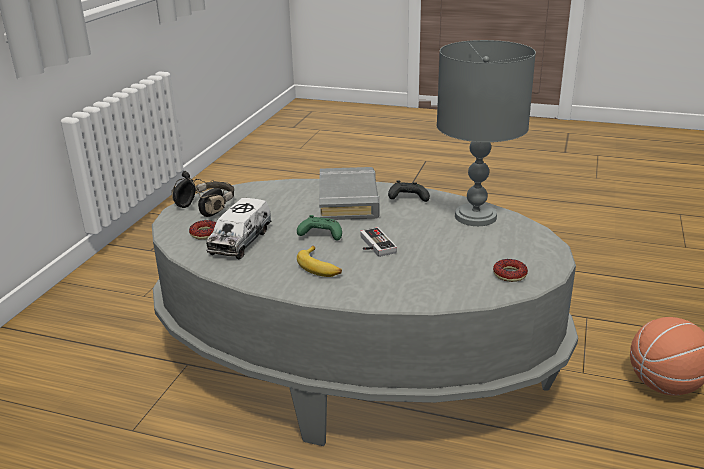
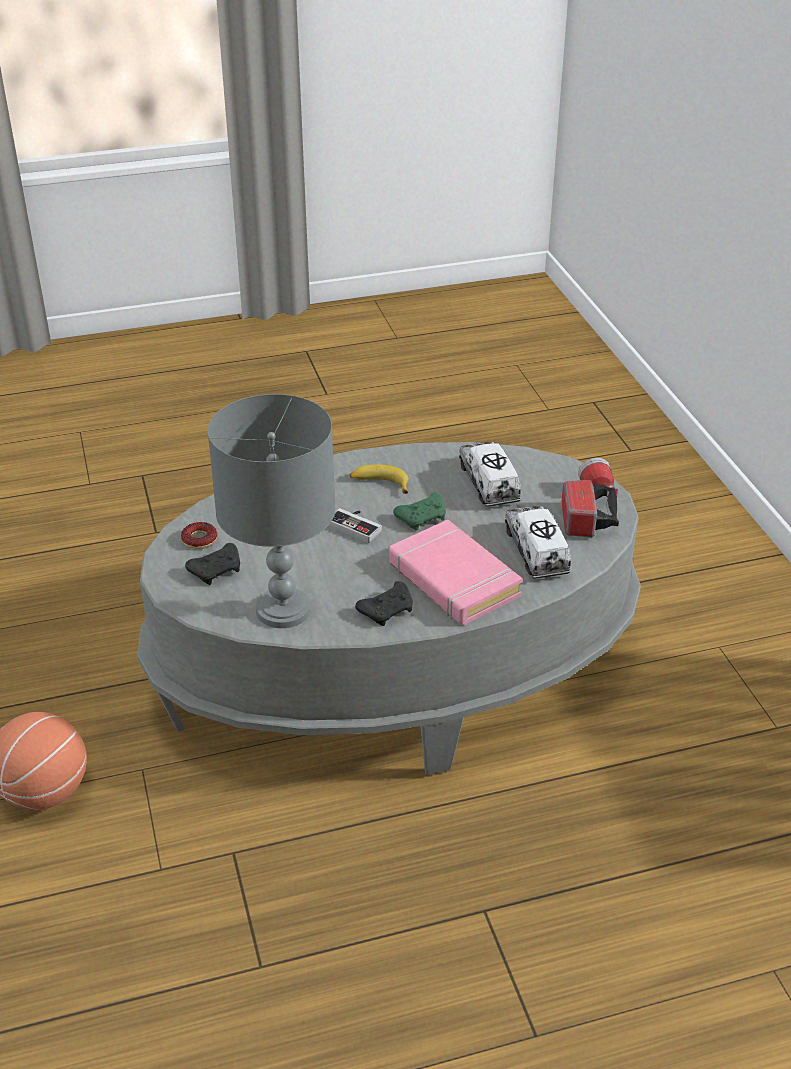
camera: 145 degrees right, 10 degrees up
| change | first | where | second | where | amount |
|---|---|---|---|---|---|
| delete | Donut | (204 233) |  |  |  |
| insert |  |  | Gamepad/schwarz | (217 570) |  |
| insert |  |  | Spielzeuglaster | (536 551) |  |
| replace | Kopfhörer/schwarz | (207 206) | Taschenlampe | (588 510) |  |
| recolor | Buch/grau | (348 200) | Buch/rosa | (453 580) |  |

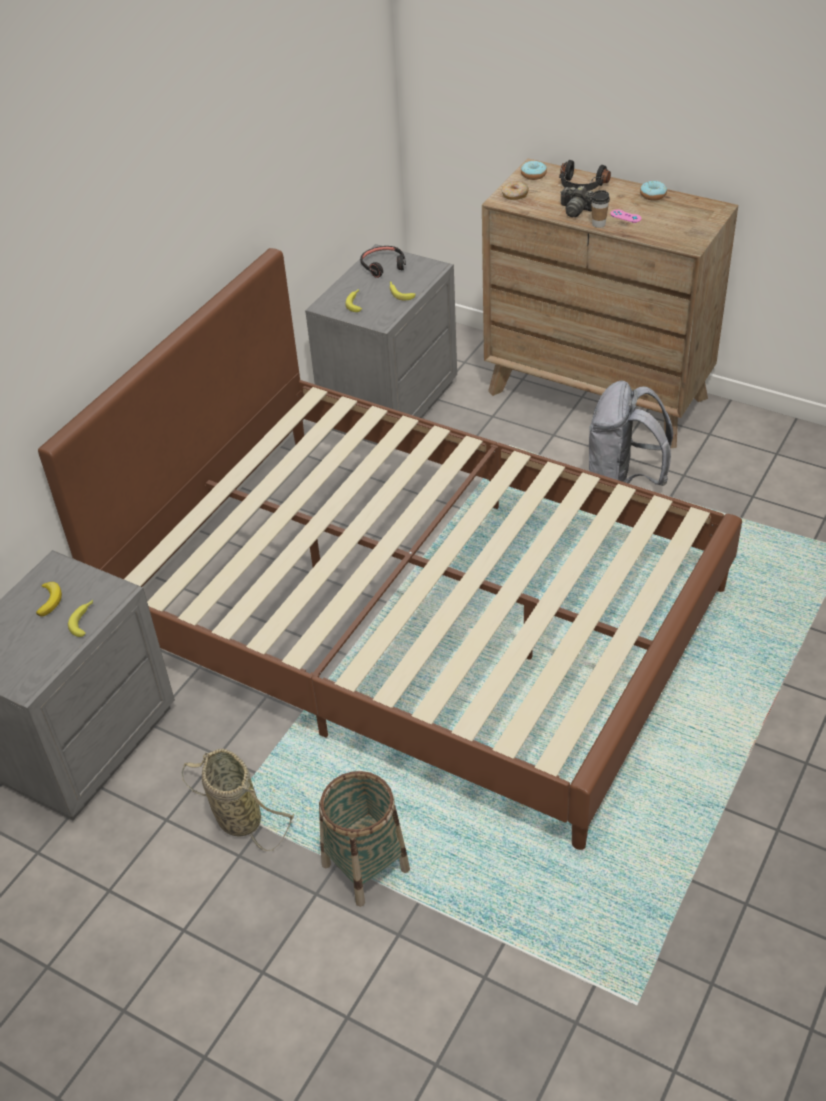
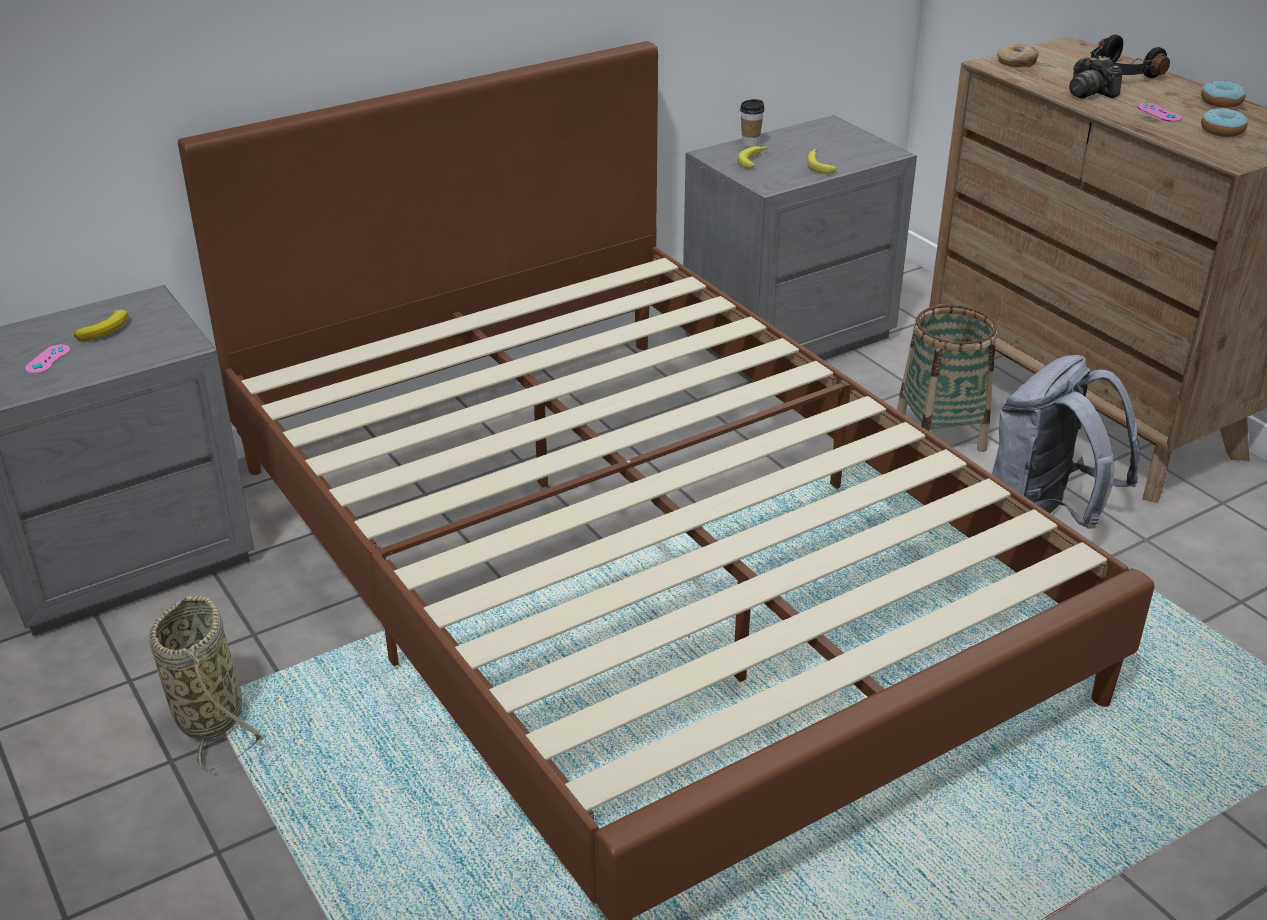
camera: 25 degrees right, 10 degrees down
| change | first | where | second | where | amount |
|---|---|---|---|---|---|
| delete | Banane | (84 620) |  |  |  |
| delete | Kopfhörer/schwarz | (383 266) |  |  |  |
| insert |  |  | Gamepad/rosa | (48 359) |  |
| move | Korb | (365 867) |  | (940 435) |  |
| move | Donut | (533 175) |  | (1222 131) |  |
| move | Tasse | (598 224) |  | (750 144) |  |

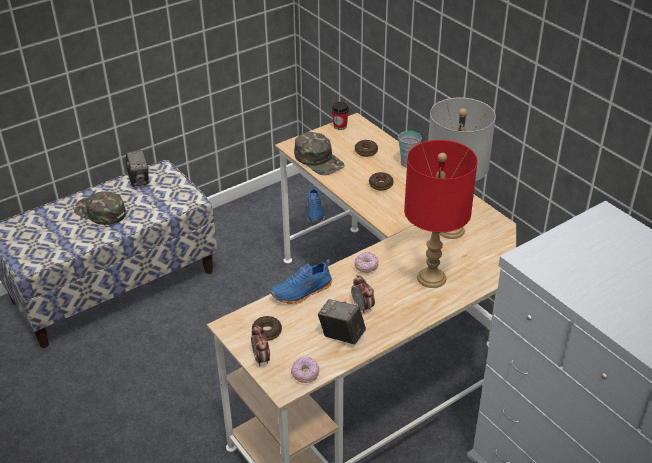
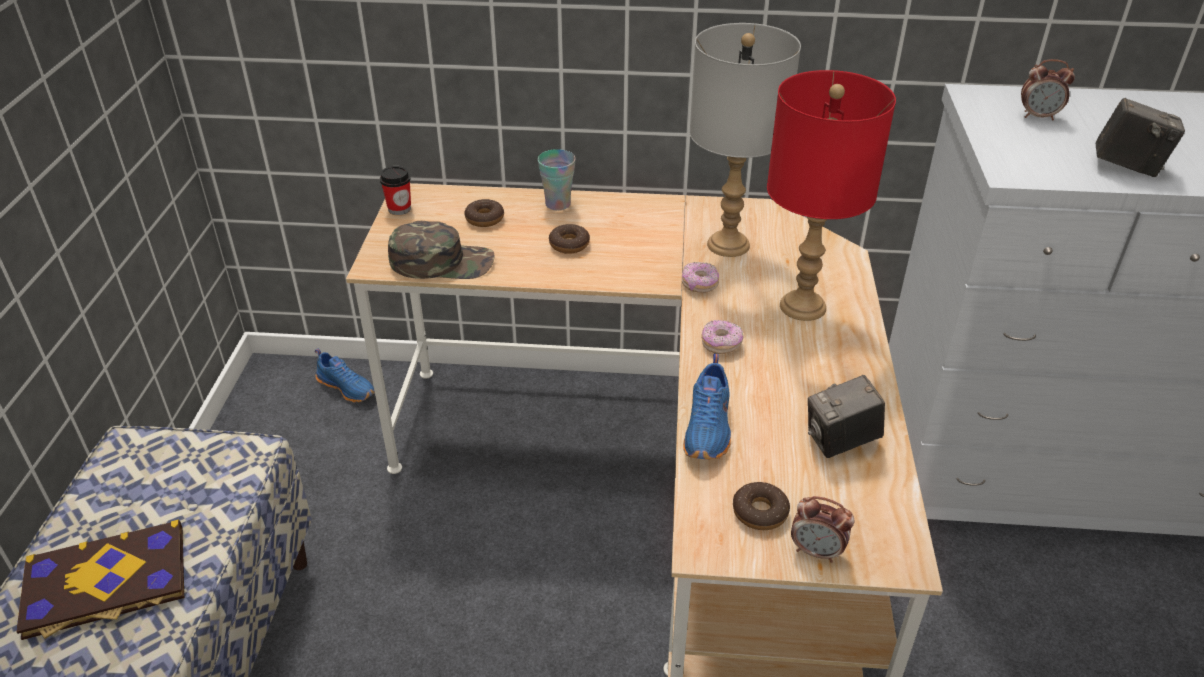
camera: 50 degrees left, 0 degrees up
| change | first | where | second | where | amount |
|---|---|---|---|---|---|
| move | Kamera | (139 180) |  | (1127 166) |  |
| move | Donut | (305 374) |  | (699 285) |  |
| move | Wecker | (362 307) |  | (1038 116) |  |
| replace | Kappe/grün | (100 212) | Buch | (106 583) |  |

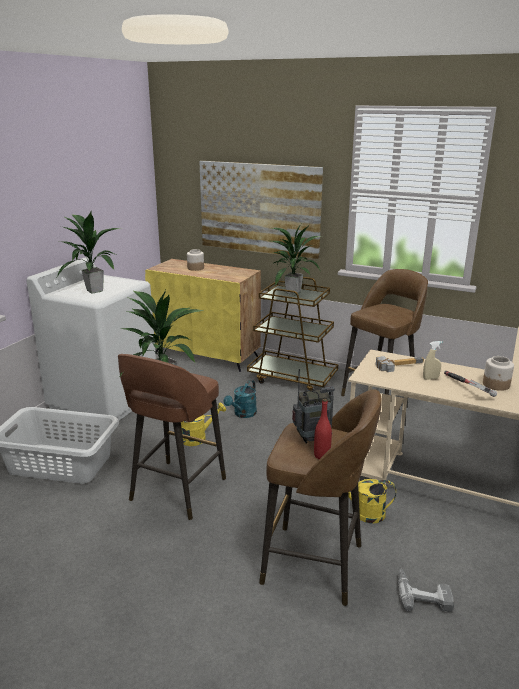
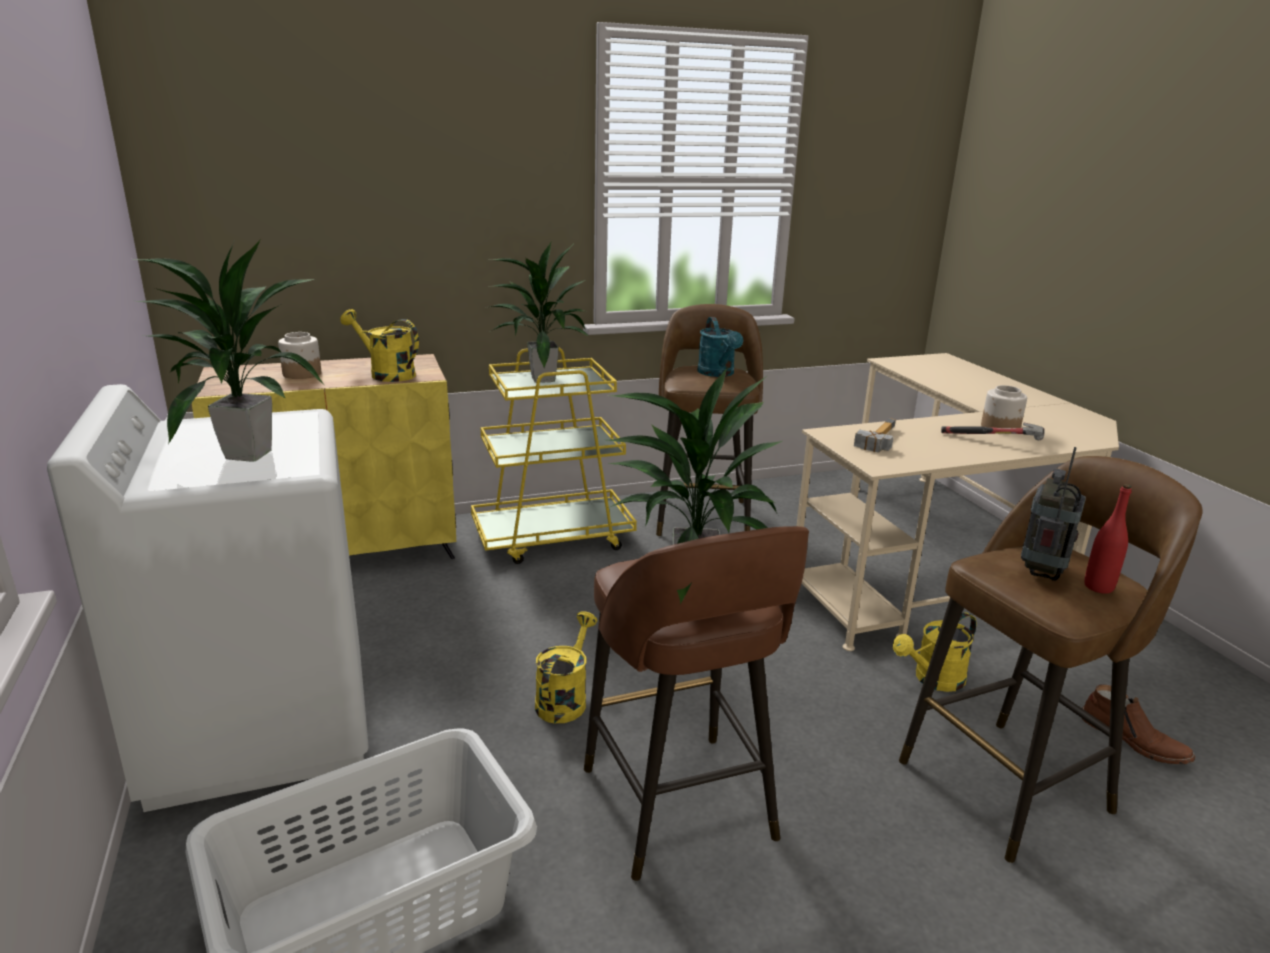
camera: 45 degrees left, 0 degrees up
| change | first | where | second | where | amount |
|---|---|---|---|---|---|
| delete | Bild | (259 208) |  |  |  |
| delete | Sprühflasche/beige | (430 378) |  |  |  |
| insert |  |  | Gießkanne/gelb | (386 374) |  |
| move | Gießkanne/türkis | (243 414) |  | (718 373) |  |
| replace | Bohrmaschine | (422 594) | Stiefel/braun | (1134 740) |  |
| recolor | Rollwagen/braun | (292 378) | Rollwagen/gelb | (553 537) |  |

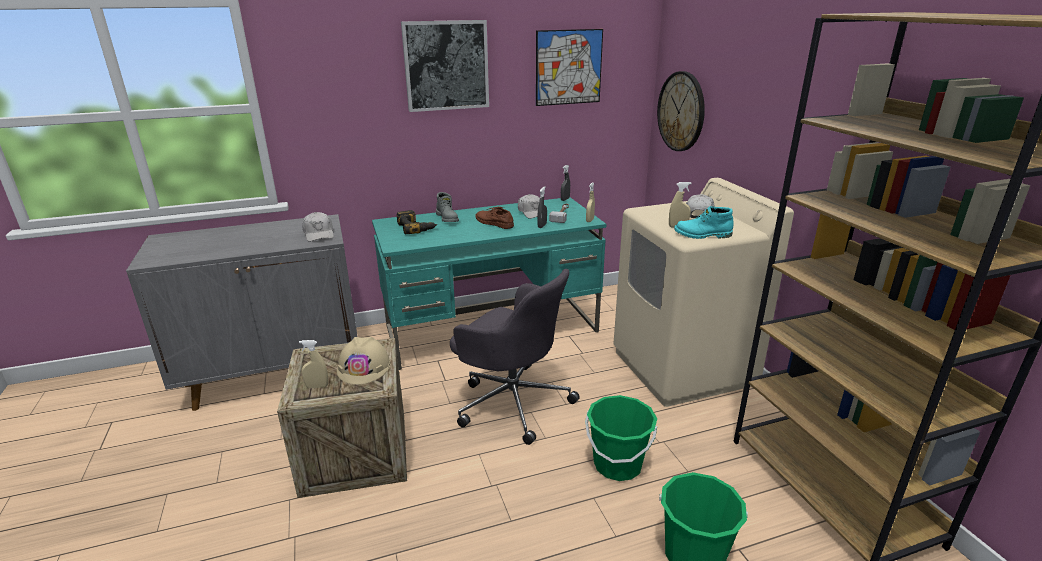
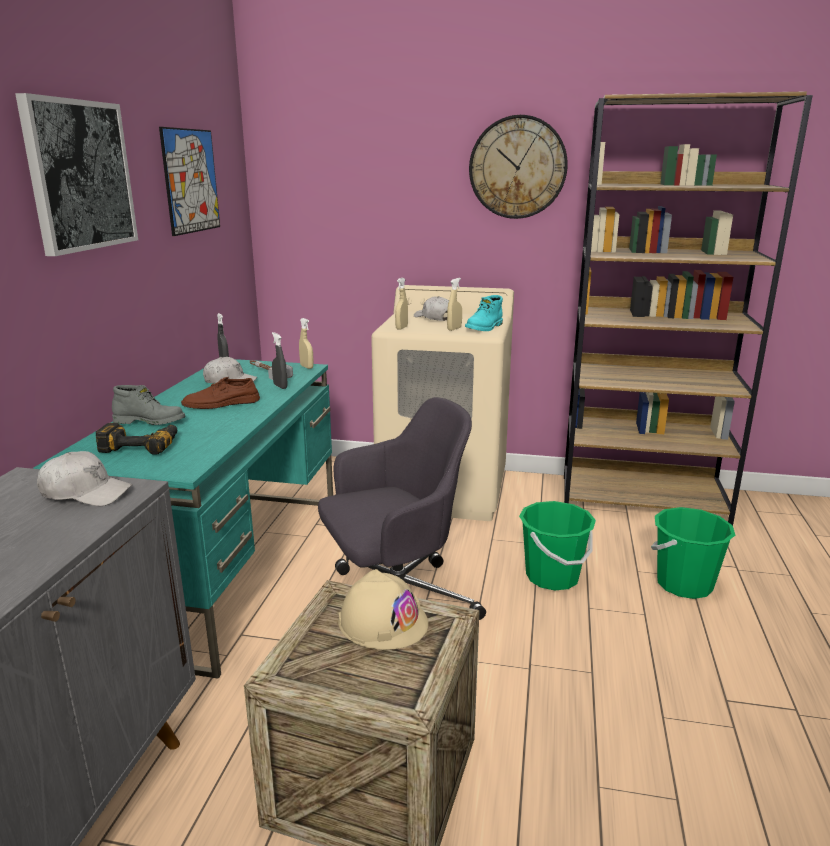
camera: 60 degrees left, 5 degrees down
| change | first | where | second | where | amount |
|---|---|---|---|---|---|
| move | Sprühflasche/beige | (317 386) |  | (401 328) |  |
| move | Wanduhr | (681 111) |  | (517 167) |  |

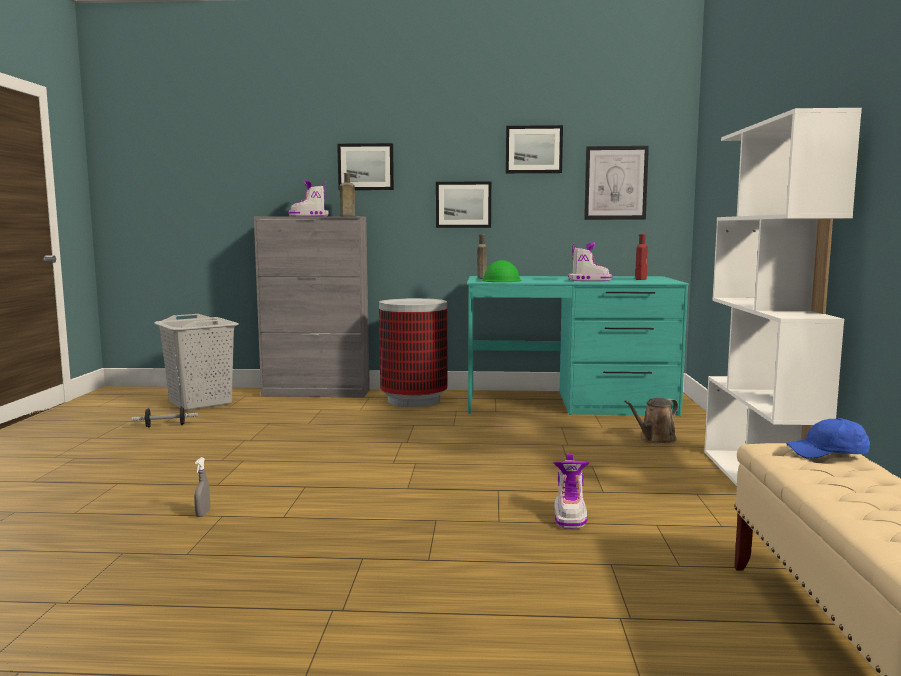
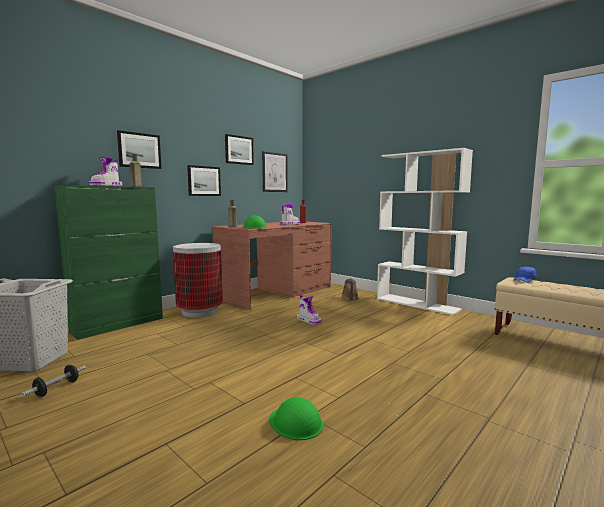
camera: 50 degrees left, 0 degrees up
| change | first | where | second | where | amount |
|---|---|---|---|---|---|
| move | Stiefel | (570 516) |  | (309 320) |  |
| replace | Sprühflasche/grau | (203 514) | Schutzhelm/grün | (296 422) |  |
| recolor | Schrank/grau | (317 393) | Schrank/grün | (119 325) |  |
| recolor | Schreibtisch/türkis | (569 403) | Schreibtisch/braun | (276 292) |  |

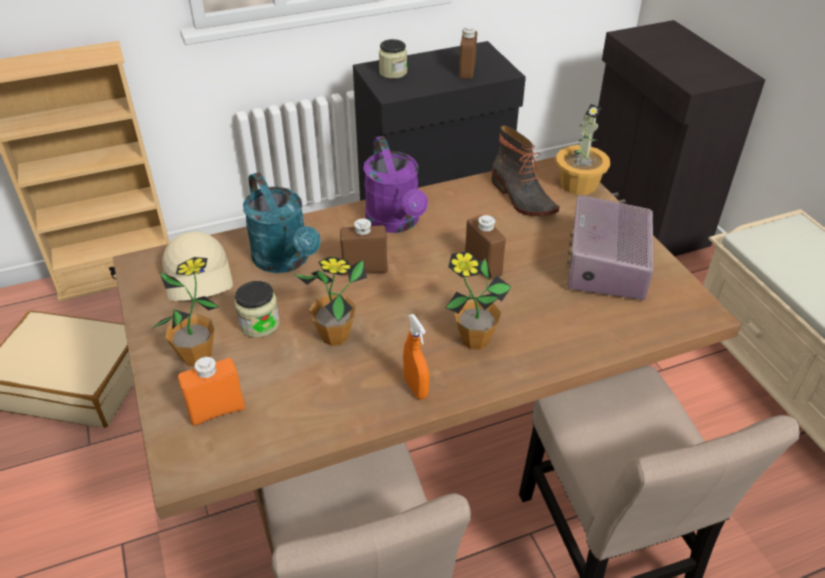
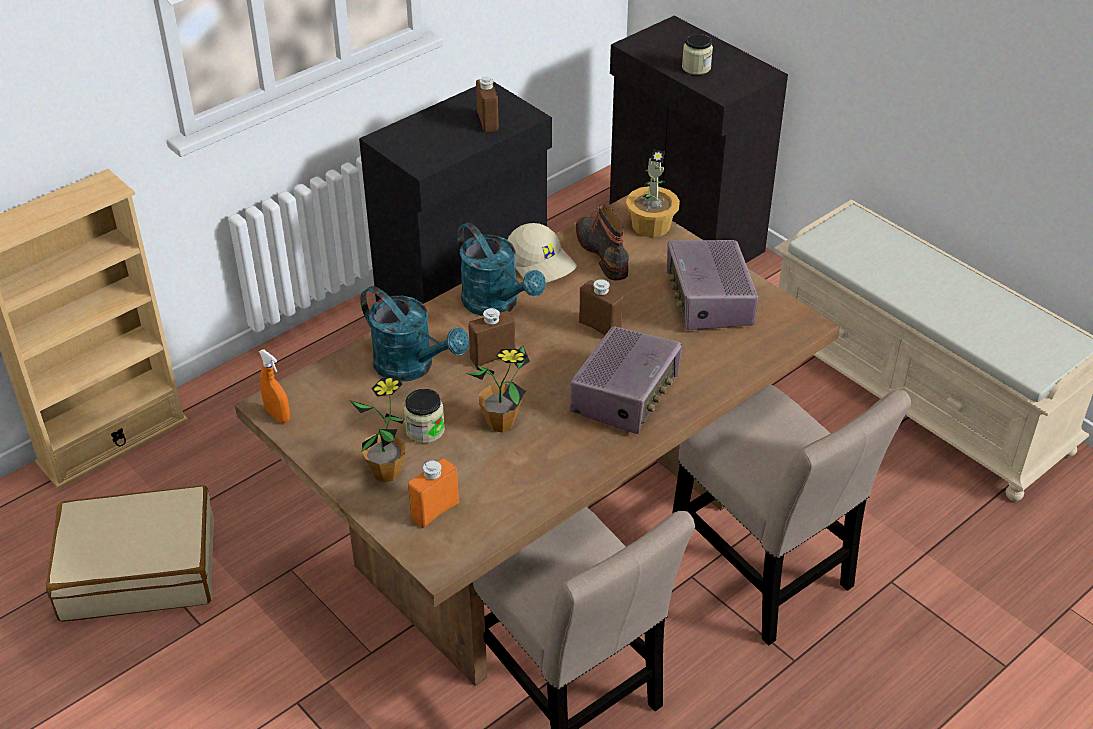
camera: 20 degrees left, 0 degrees up
| change | first | where | second | where | amount |
|---|---|---|---|---|---|
| move | Kappe/beige | (199 277) |  | (541 263) |  |
| move | Vorratsglas | (393 72) |  | (696 67) |  |
| move | Sprühflasche/orange | (416 388) |  | (277 415) |  |
| replace | Topfpflanze | (475 340) | Radio | (625 395) |  |
| recolor | Gießkanne/lila | (396 222) | Gießkanne/türkis | (497 304) |  |
| rotate | Stiefel | (521 198) |  | (604 252) | 150 degrees counterclockwise |

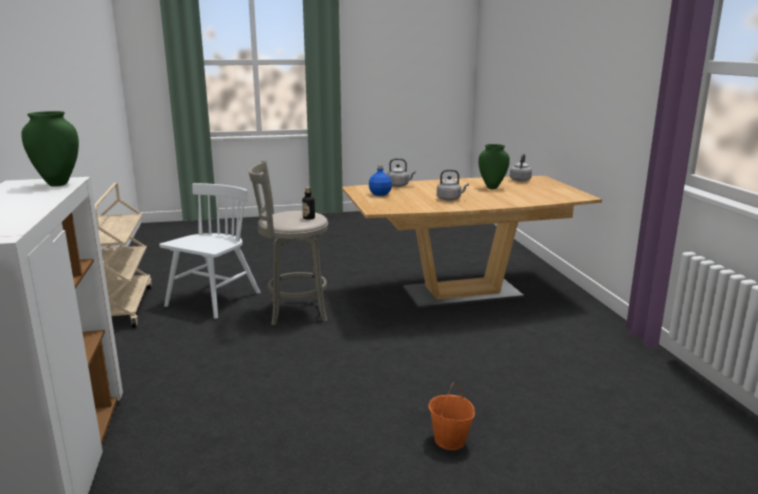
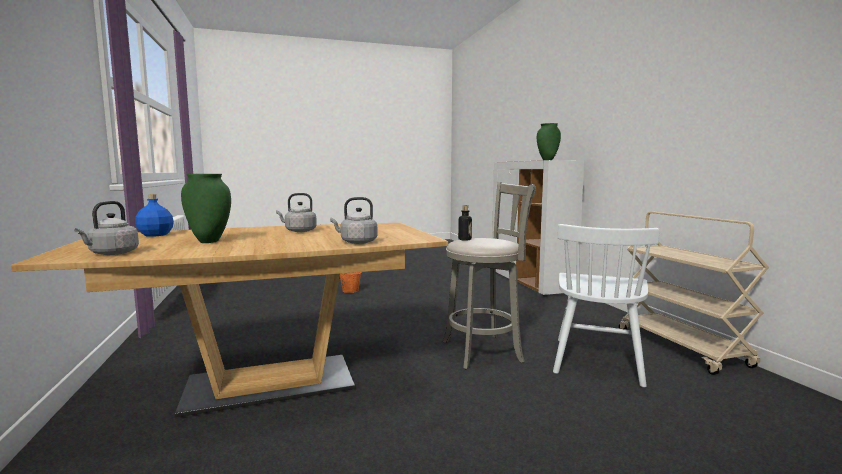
camera: 175 degrees right, 10 degrees down
| change | first | where | second | where | amount |
|---|---|---|---|---|---|
| move | Flasche/blau | (379 194) |  | (156 235) |  |

